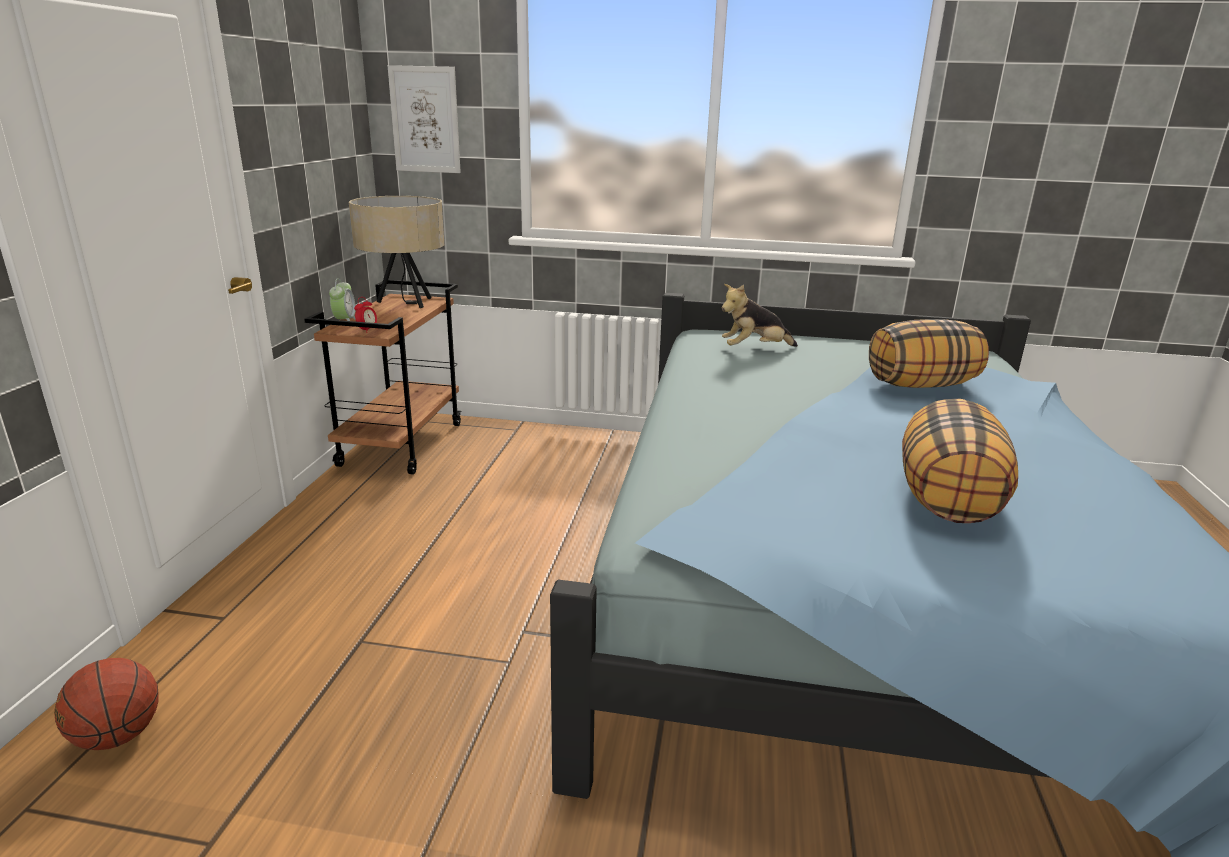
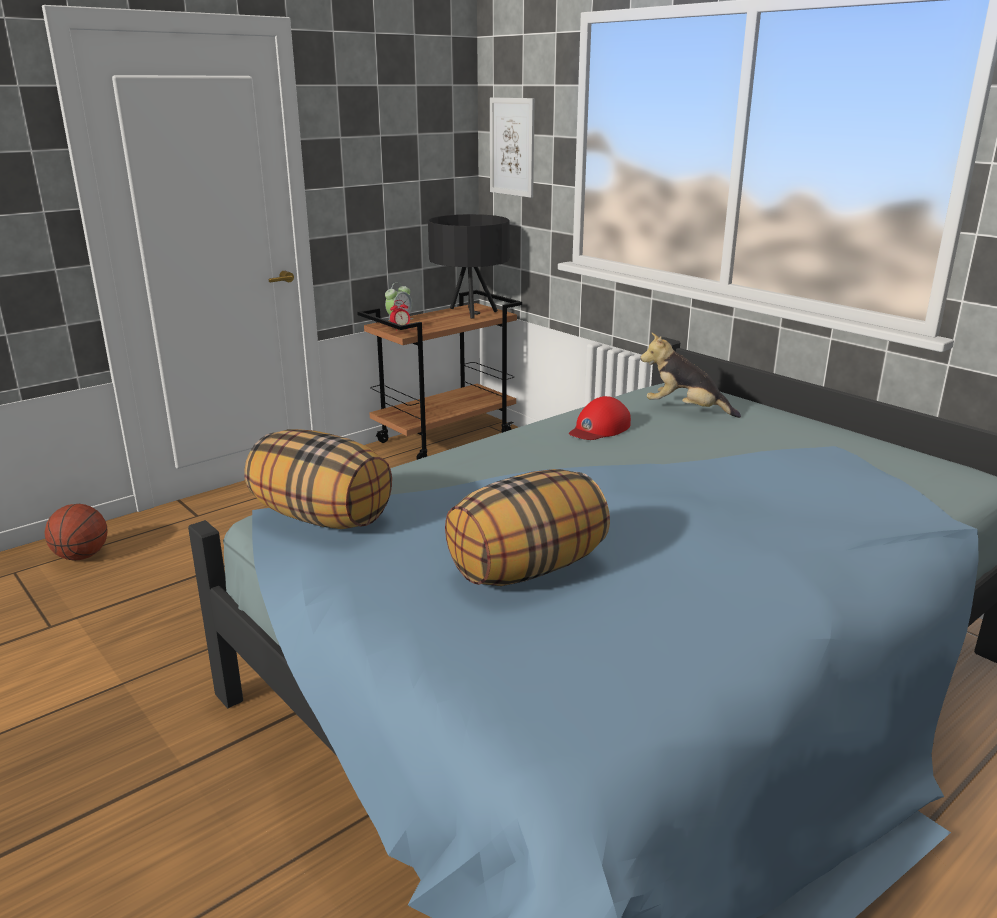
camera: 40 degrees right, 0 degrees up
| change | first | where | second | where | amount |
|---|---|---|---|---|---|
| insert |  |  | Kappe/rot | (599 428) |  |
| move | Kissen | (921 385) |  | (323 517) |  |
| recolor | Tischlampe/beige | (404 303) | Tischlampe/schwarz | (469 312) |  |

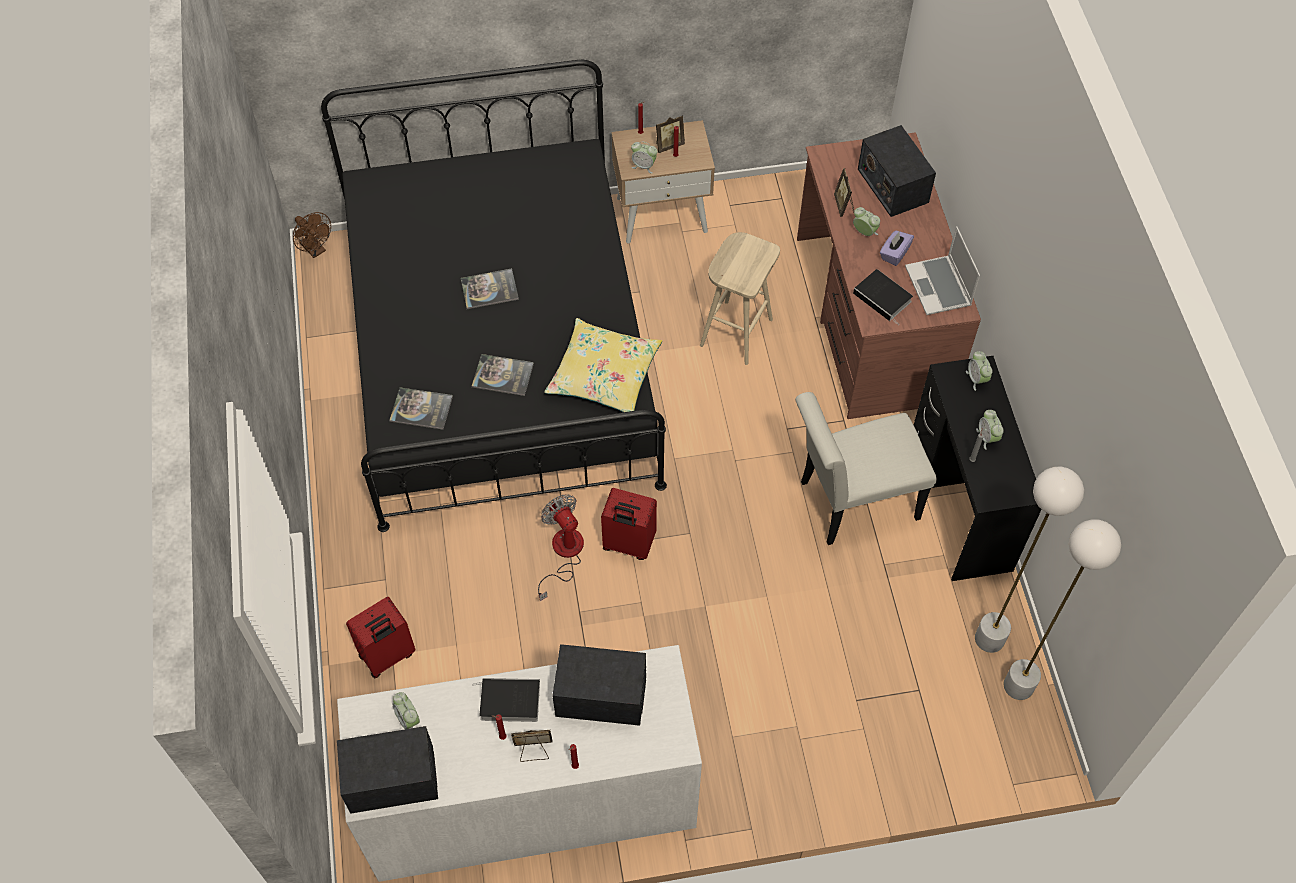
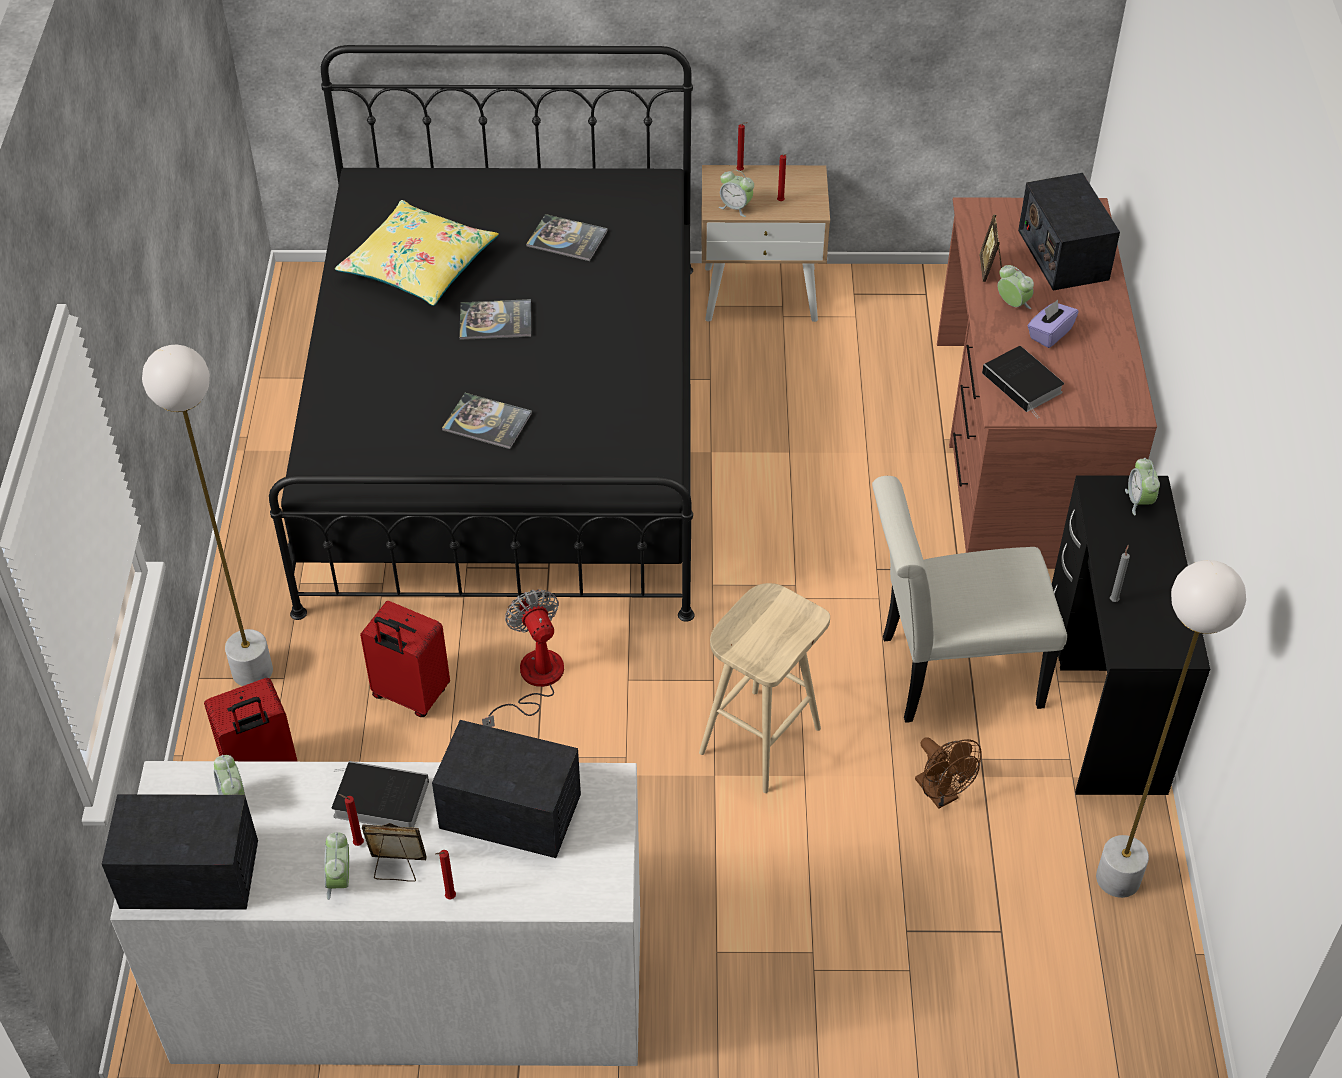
camera: 10 degrees right, 10 degrees down
| change | first | where | second | where | amount |
|---|---|---|---|---|---|
| delete | Bilderrahmen | (668 145) |  |  |  |
| delete | Laptop | (939 287) |  |  |  |
| move | Ventilator/braun | (315 250) |  | (941 794) |  |
| move | Buch | (421 409) |  | (567 239) |  |
| move | Kissen/gelb | (604 374) |  | (419 266) |  |
| move | Koffer/rot | (628 544) |  | (409 695) |  |
| move | Hocker/beige | (736 331) |  | (760 739) |  |
| move | Wecker | (987 437) |  | (340 880) |  |
| move | Stehlampe/weiß | (1018 685) |  | (252 671) |  |

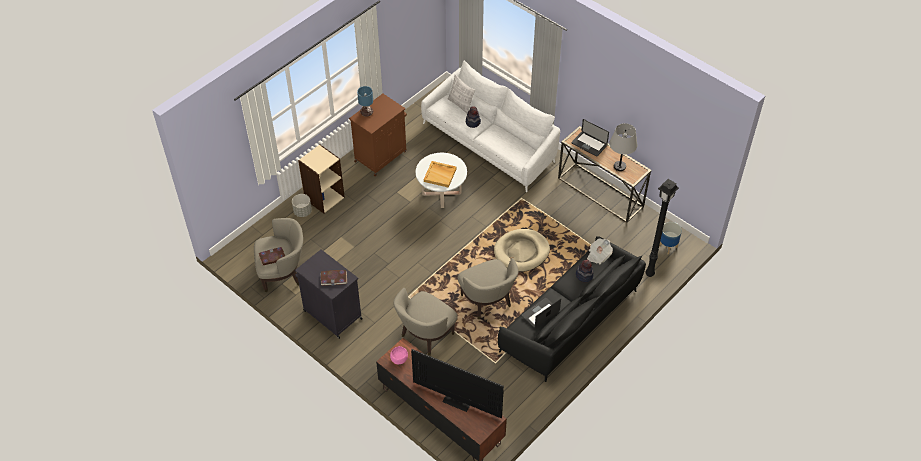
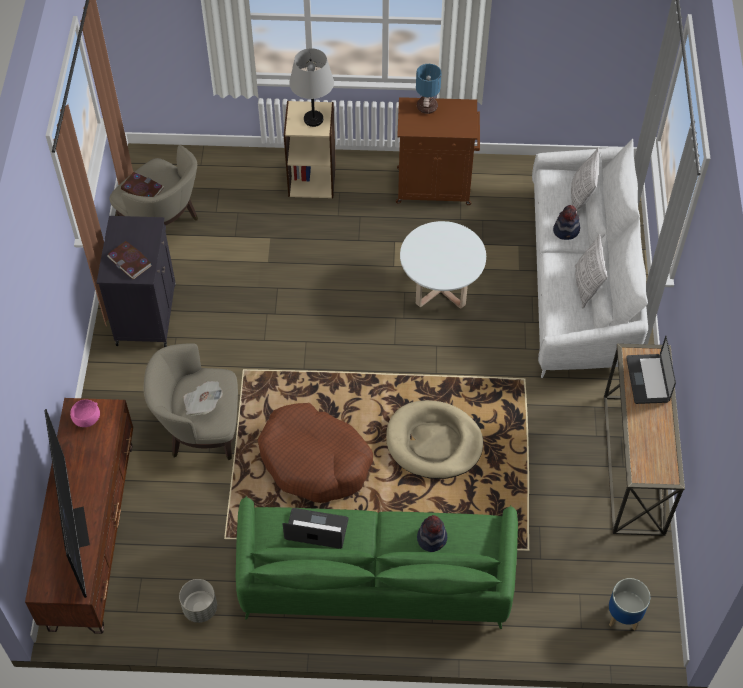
camera: 50 degrees right, 5 degrees up
| change | first | where | second | where | amount |
|---|---|---|---|---|---|
| delete | Tablett/beige | (440 175) |  |  |  |
| delete | Stehlampe/schwarz | (650 274) |  |  |  |
| insert |  |  | Kissen | (586 286) |  |
| move | Pflanzkübel/grau | (302 212) |  | (200 608) |  |
| move | Zeitung | (598 255) |  | (203 404) |  |
| move | Tischlampe/grau | (619 166) |  | (313 119) |  |
| replace | Sessel/beige | (487 301) | Hundebett/braun | (315 460) |  |
| recolor | Sofa/schwarz | (571 320) | Sofa/grün | (375 580) |  |

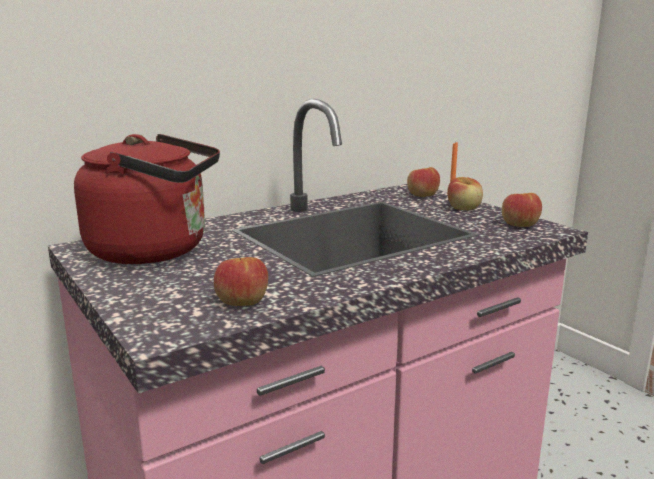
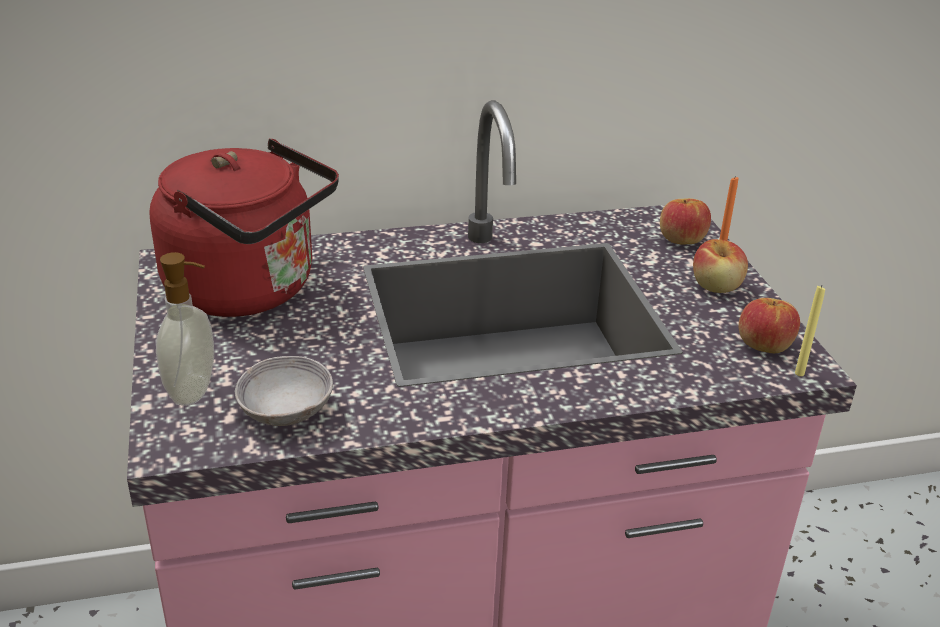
camera: 20 degrees right, 15 degrees up
| change | first | where | second | where | amount |
|---|---|---|---|---|---|
| insert |  |  | Seifenspender | (194 390) |  |
| insert |  |  | Kerze/gelb | (799 373) |  |
| replace | Apfel | (241 301) | Schüssel/grau | (286 412) |  |

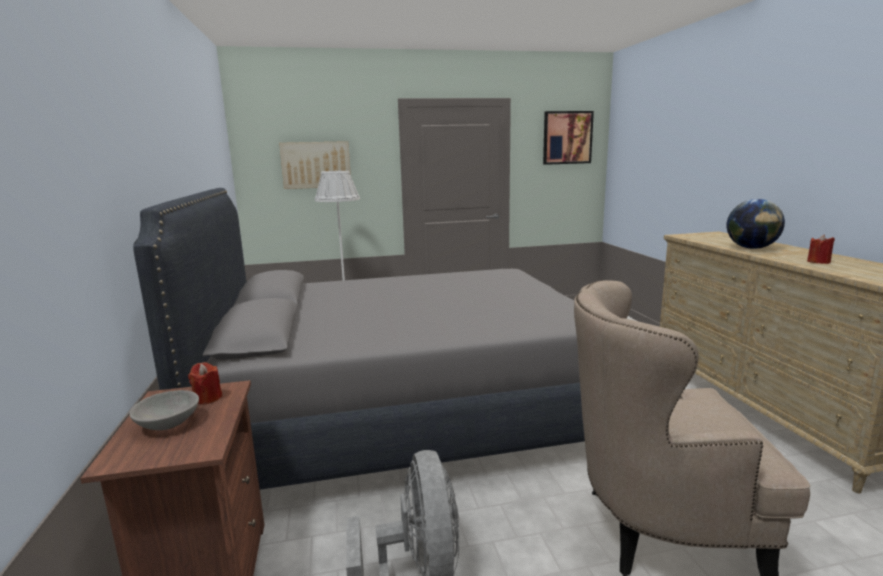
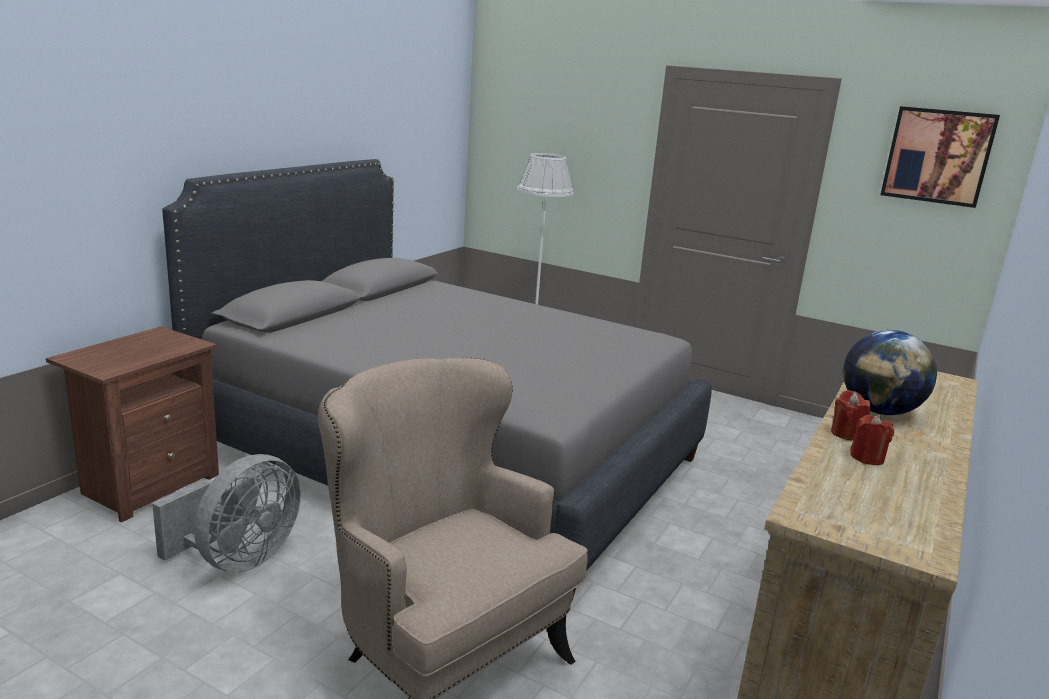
camera: 40 degrees right, 5 degrees up
| change | first | where | second | where | amount |
|---|---|---|---|---|---|
| delete | Schüssel/grau | (169 423) |  |  |  |
| delete | Bild | (316 165) |  |  |  |
| move | Kerze/rot | (207 398) |  | (846 434) |  |

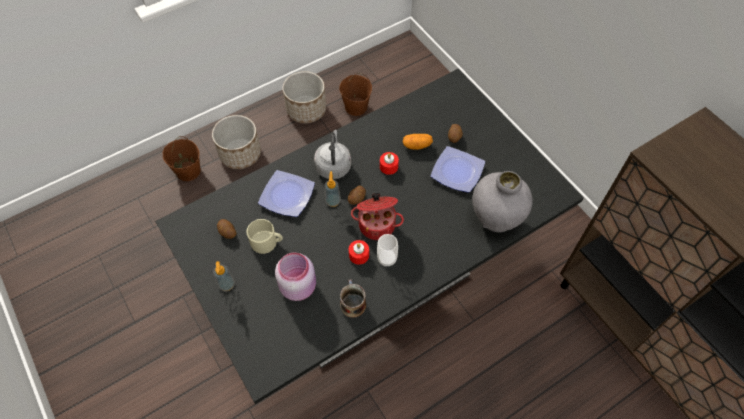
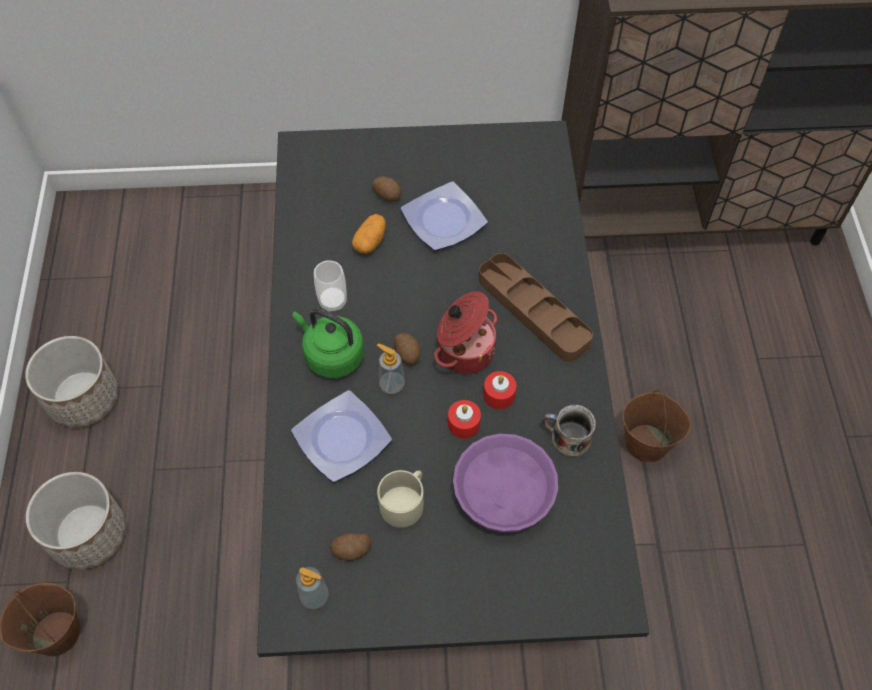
camera: 60 degrees left, 0 degrees up
| change | first | where | second | where | amount |
|---|---|---|---|---|---|
| delete | Vase/grau | (495 219) |  |  |  |
| insert |  |  | Tablett/braun | (533 311) |  |
| move | Seifenspender | (227 285) |  | (314 596) |  |
| move | Eimer/braun | (356 107) |  | (647 443) |  |
| move | Tasse | (387 259) |  | (333 301) |  |
| move | Kerze/rot | (388 166) |  | (463 424) |  |
| replace | Vorratsglas/rosa | (298 286) | Schüssel/lila | (502 492) |  |
| recolor | Wasserkessel/grau | (333 165) | Wasserkessel/grün | (331 355) |  |

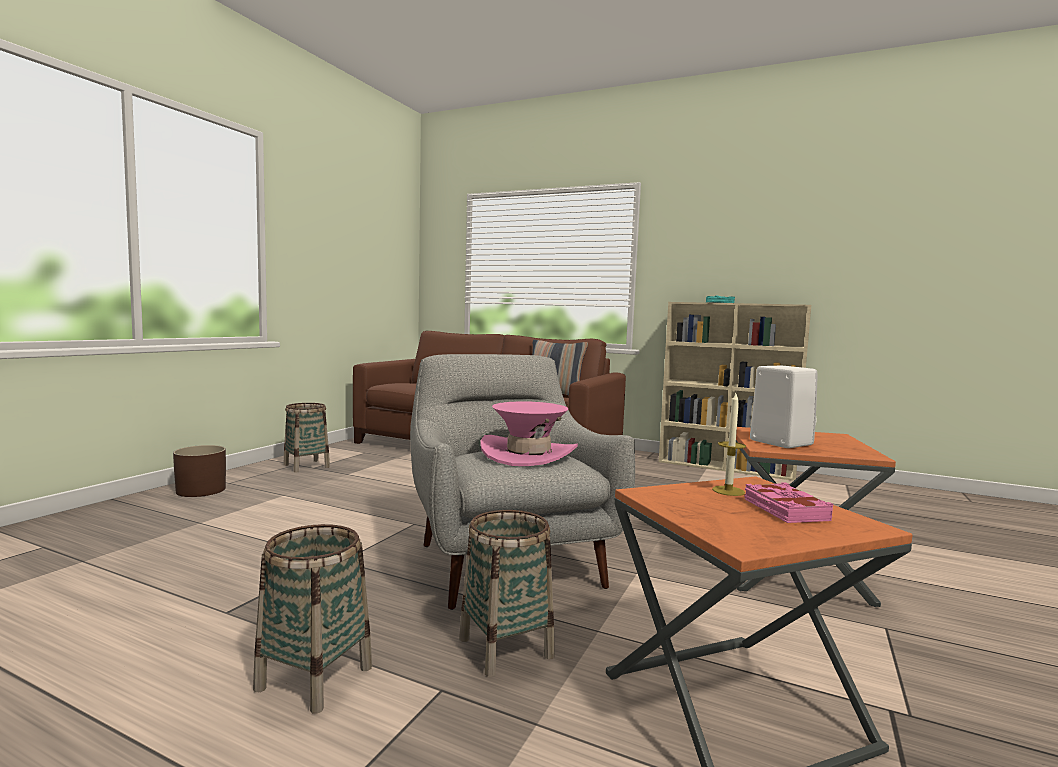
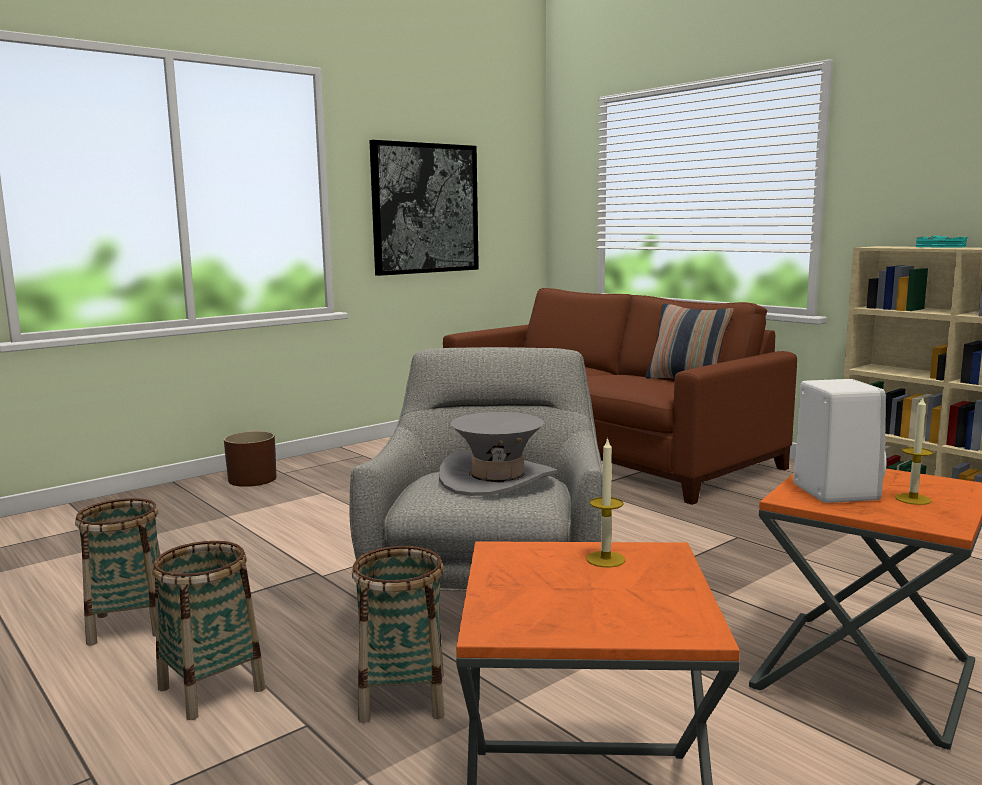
camera: 25 degrees right, 5 degrees up
| change | first | where | second | where | amount |
|---|---|---|---|---|---|
| delete | Buch/rosa | (784 510) |  |  |  |
| insert |  |  | Bild | (425 208) |  |
| insert |  |  | Kerze | (913 499) |  |
| move | Korb | (306 466) |  | (129 625) |  |
| recolor | Hut/rosa | (528 454) | Hut/grau | (497 479) |  |

